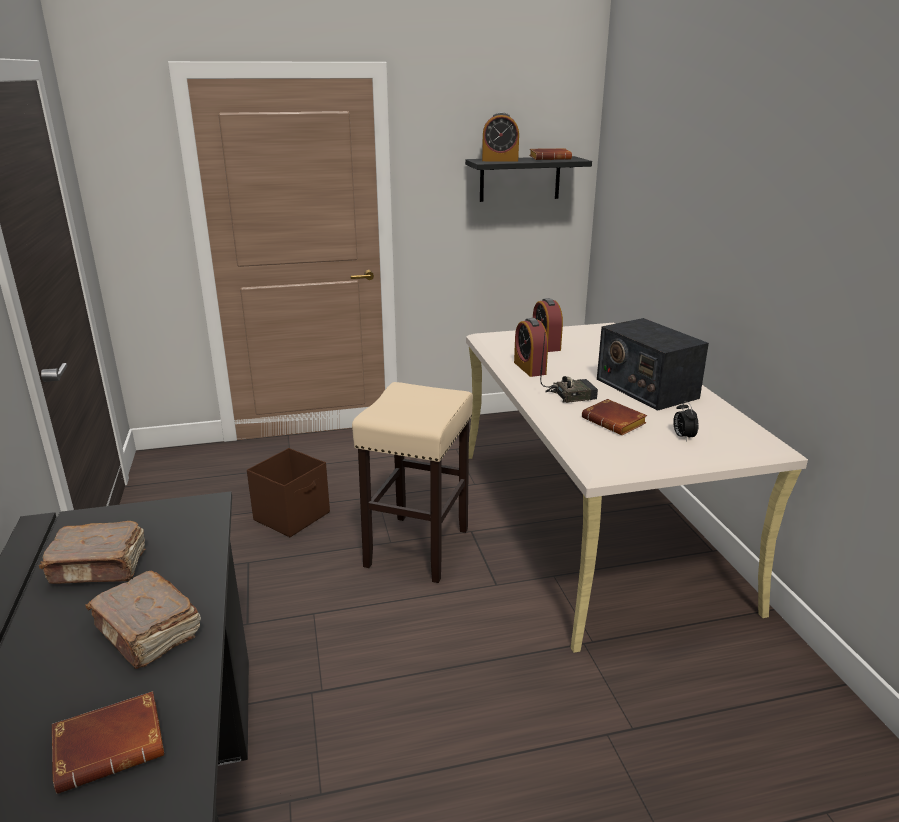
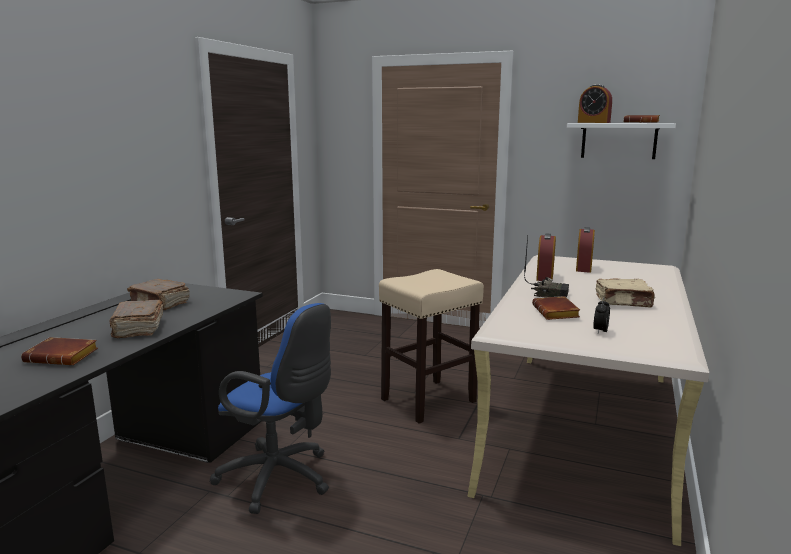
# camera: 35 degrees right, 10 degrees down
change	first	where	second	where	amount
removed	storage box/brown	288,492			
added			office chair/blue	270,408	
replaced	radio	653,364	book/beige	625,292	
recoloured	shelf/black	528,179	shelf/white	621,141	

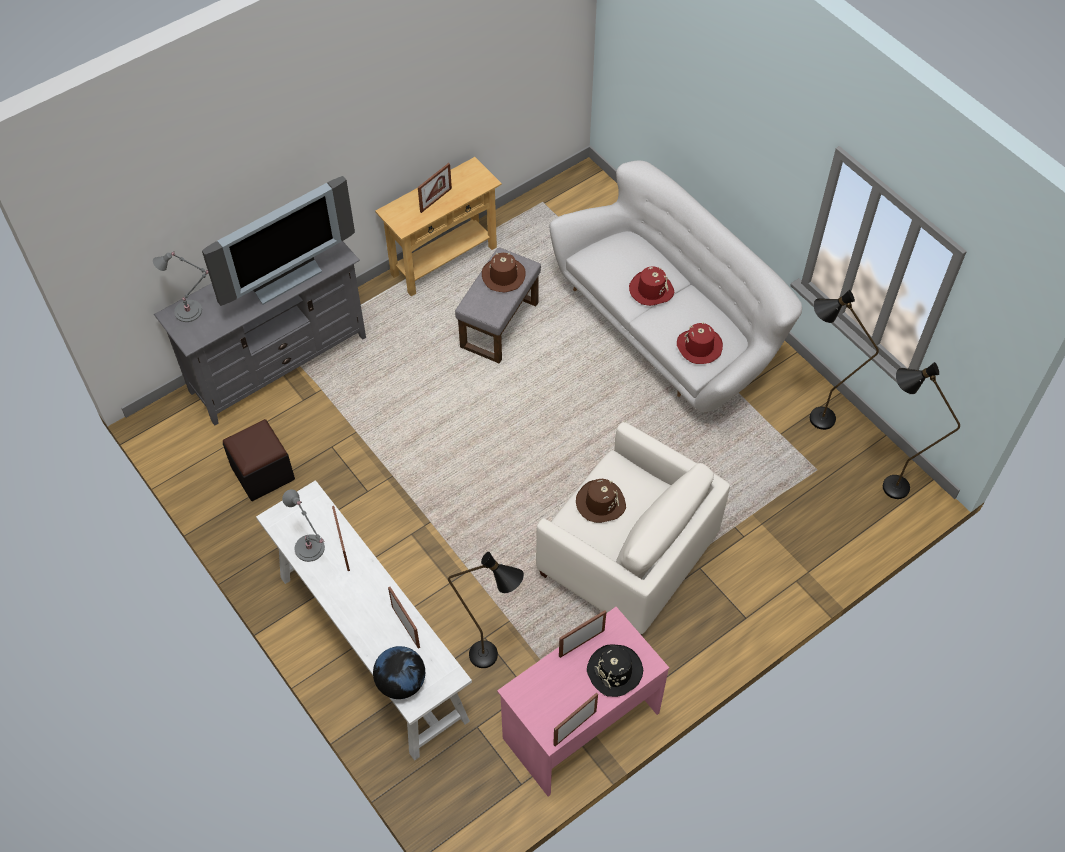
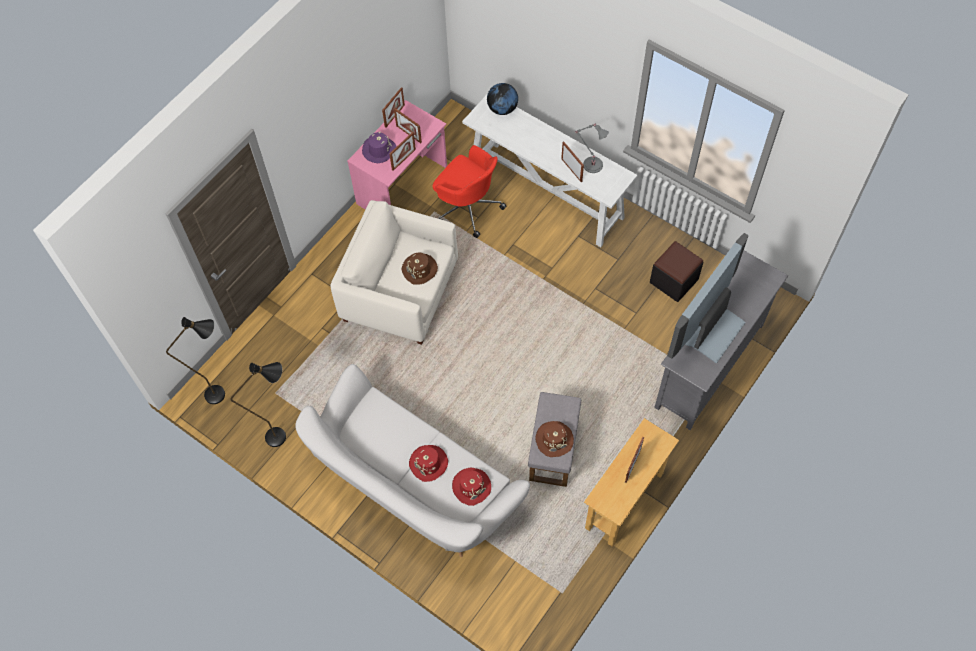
# camera: 165 degrees right, 5 degrees up
change	first	where	second	where	amount
removed	table lamp/grey	180,286			
moved	picture frame	404,618		408,125	
moved	hat/red	700,343		471,486	
replaced	floor lamp/black	486,610	office chair/red	469,191	
recoloured	hat/black	615,670	hat/purple	379,147	

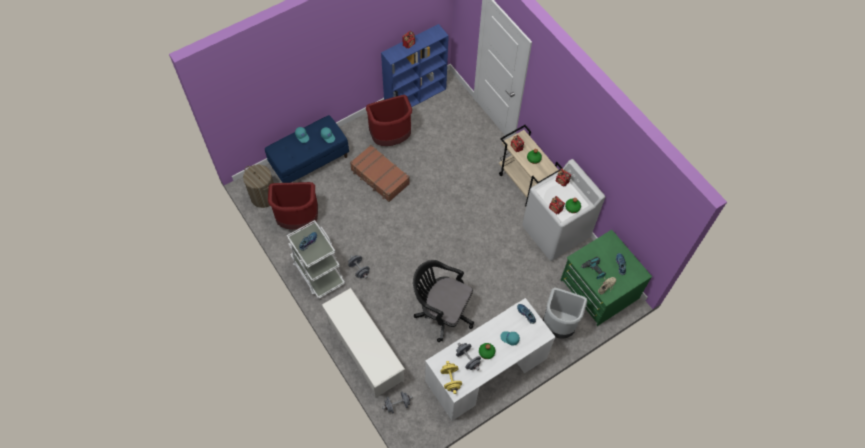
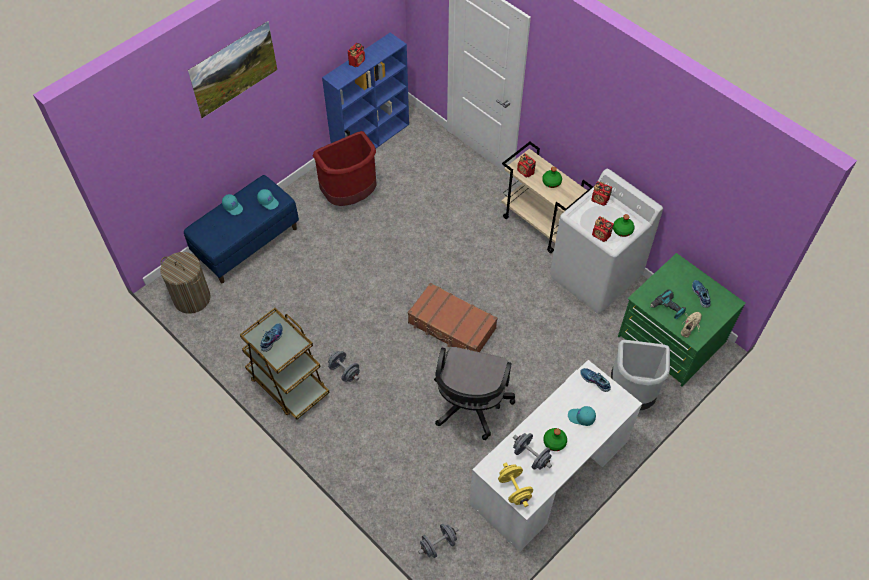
# camera: 10 degrees left, 5 degrees down
change	first	where	second	where	amount
removed	trash can/red	293,206			
removed	shoe rack/white	363,343			
added			picture	232,69	
moved	suitcase/brown	380,173		452,317	
recoloured	cart/white	316,259	cart/brown	285,364	
turned	office chair/black	443,301		474,393	90 degrees counterclockwise

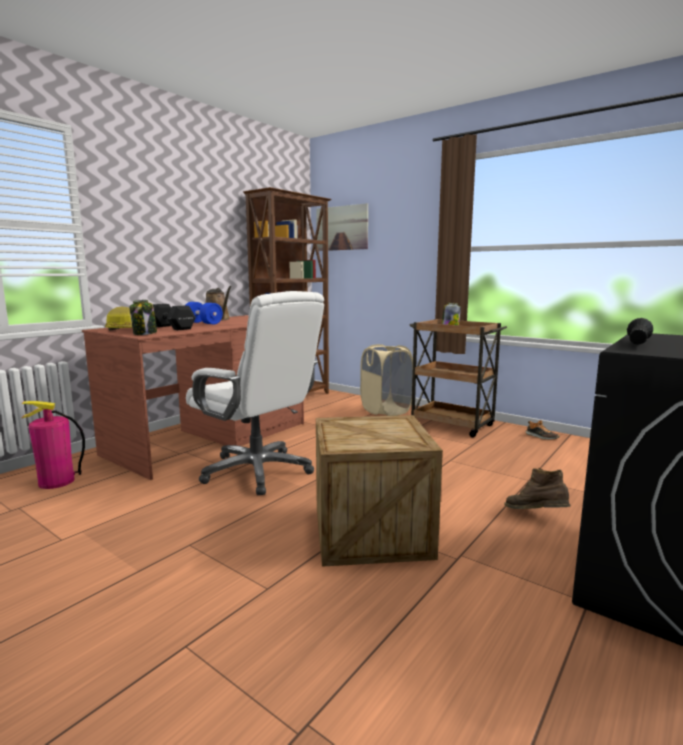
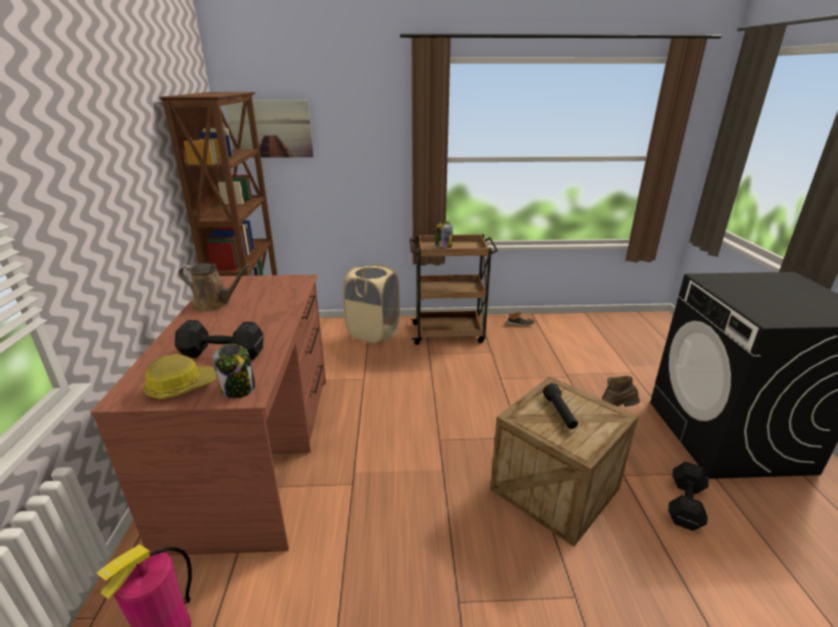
# camera: 40 degrees left, 15 degrees up
change	first	where	second	where	amount
removed	dumbbell/blue	204,313			
removed	office chair/white	255,393			
added			dumbbell/black	688,496	
moved	flashlight/black	640,331		560,406	

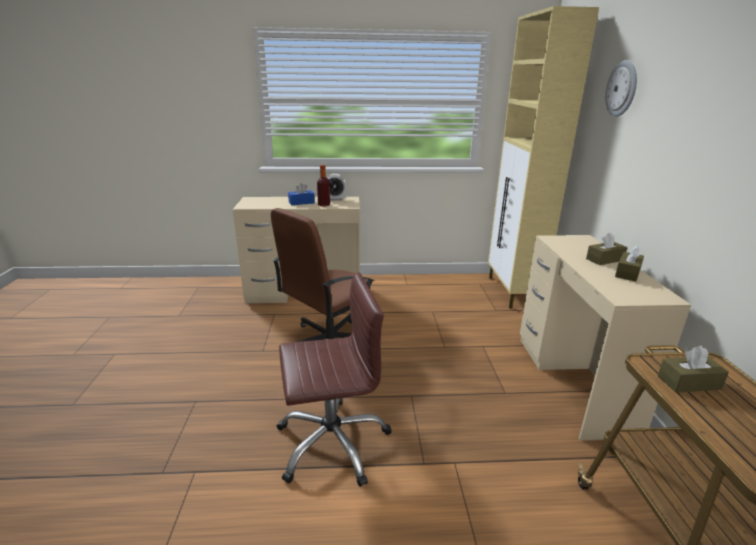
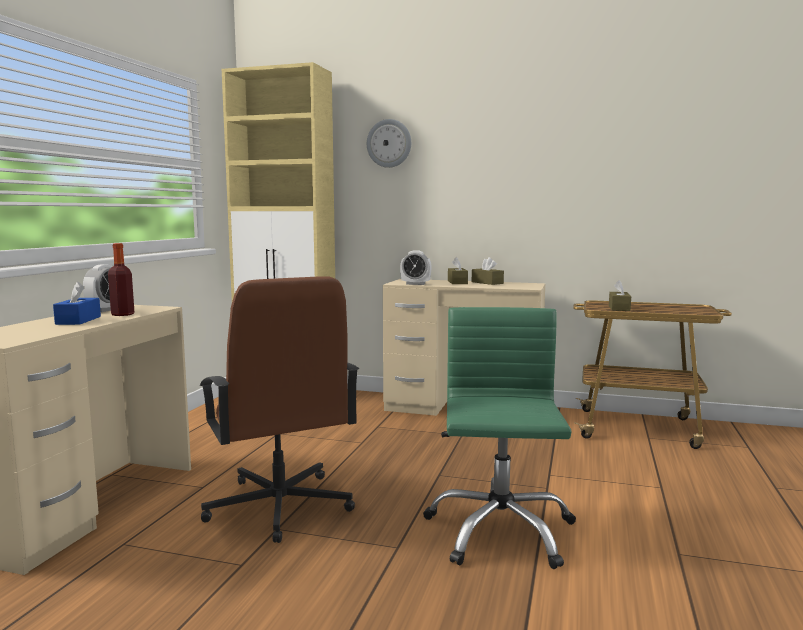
# camera: 70 degrees left, 15 degrees down
change	first	where	second	where	amount
added			alarm clock	416,267	
recoloured	office chair/brown	334,379	office chair/green	499,438	

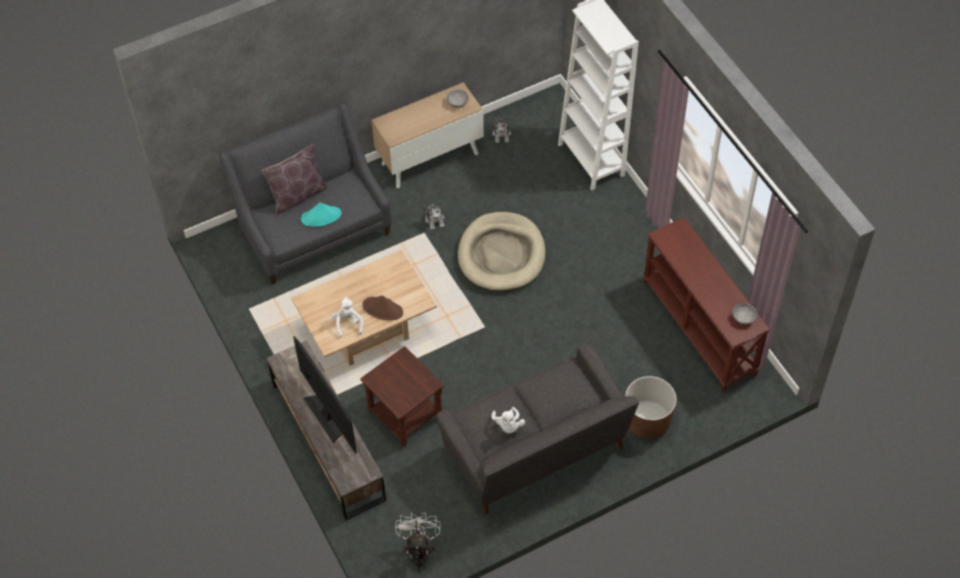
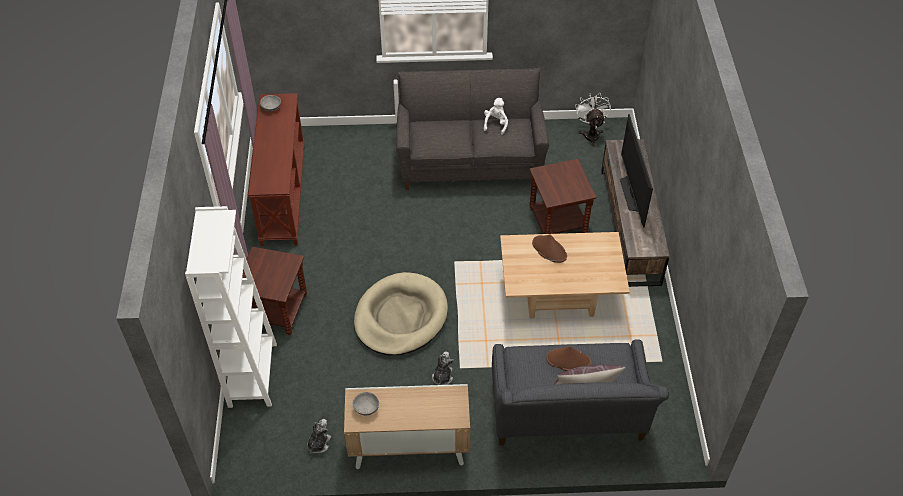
# camera: 155 degrees left, 5 degrees down
change	first	where	second	where	amount
removed	plush toy/white	347,317			
removed	planter/brown	651,407			
added			side table/brown	274,291	
recoloured	hat/turquoise	321,214	hat/brown	568,358	
turned	fan/white	417,542		593,120	150 degrees clockwise

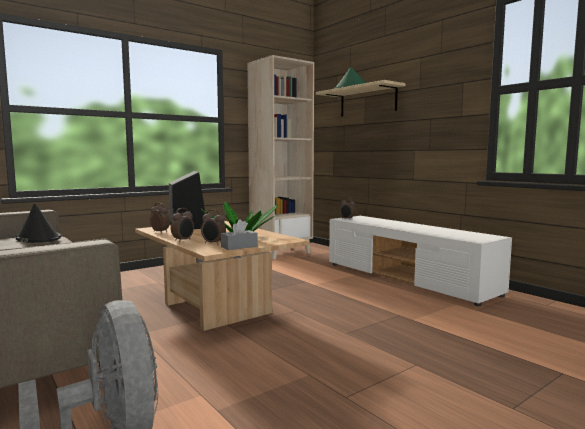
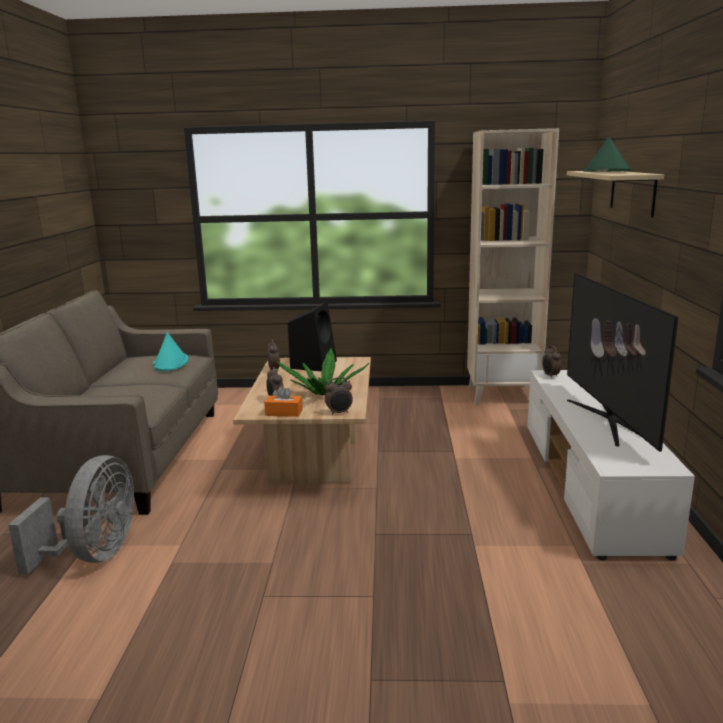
# camera: 40 degrees right, 10 degrees up
change	first	where	second	where	amount
added			television	622,362	
moved	alarm clock	182,225		339,396	
recoloured	hat/black	38,223	hat/turquoise	170,351	
recoloured	tissue box/grey	239,234	tissue box/orange	283,401	

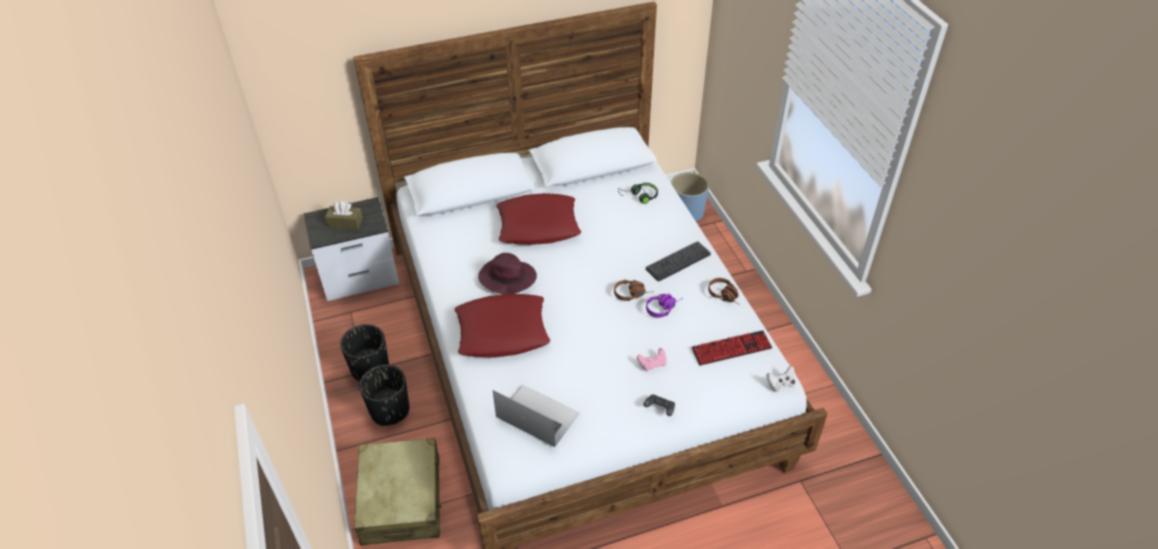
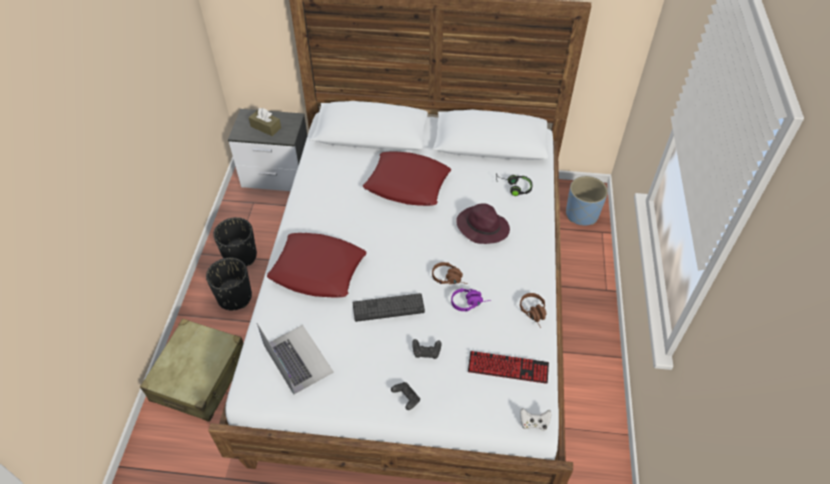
# camera: 25 degrees right, 5 degrees up
change	first	where	second	where	amount
moved	hat/purple	507,274		483,223	
moved	keyboard	678,261		389,307	
recoloured	game controller/pink	652,359	game controller/black	426,349	

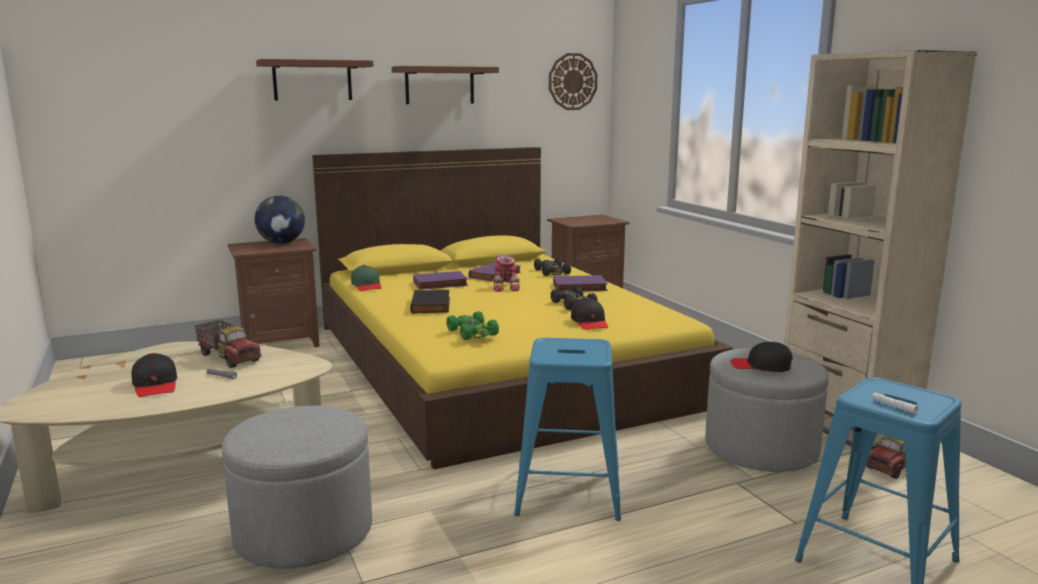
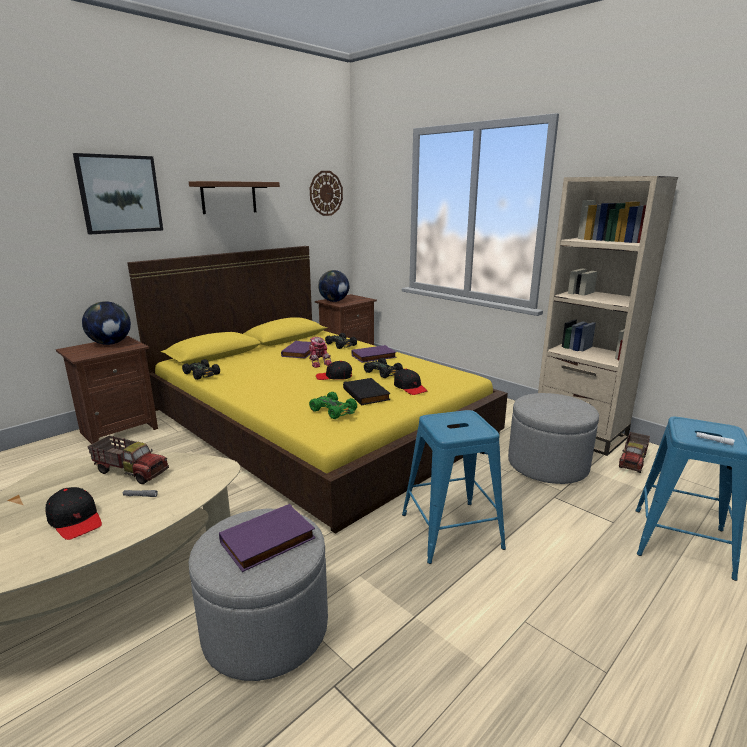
# camera: 20 degrees left, 5 degrees up
change	first	where	second	where	amount
added			globe	333,286	
moved	book/black	430,301		367,392	
moved	book/purple	440,280		267,538	
moved	cap/black	762,357		334,370	
replaced	shelf/brown	314,79	picture	118,193	
replaced	cap/green	366,278	toy car/black	201,369	

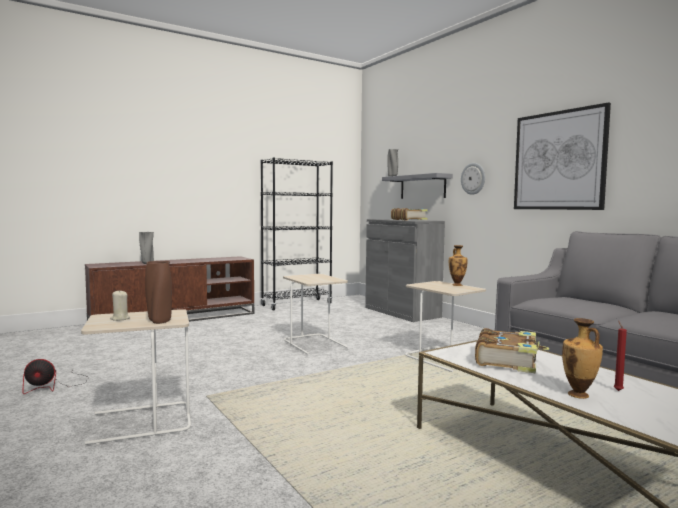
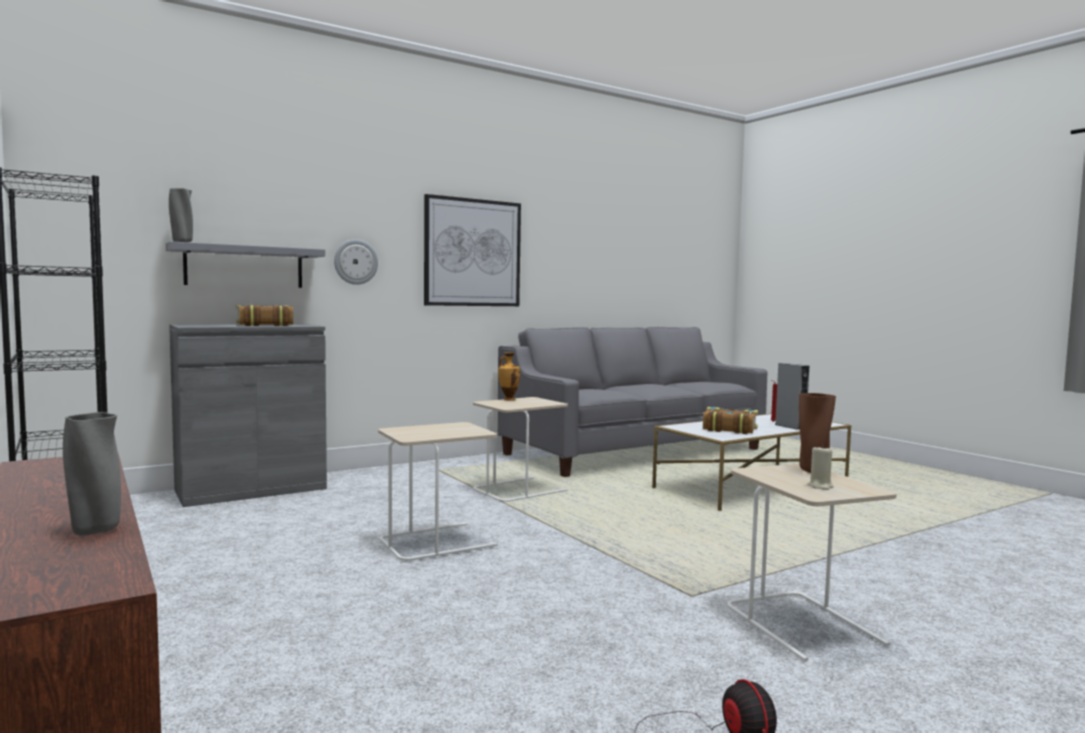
# camera: 90 degrees left, 0 degrees up
change	first	where	second	where	amount
replaced	vase	582,358	speaker/grey	792,396	

